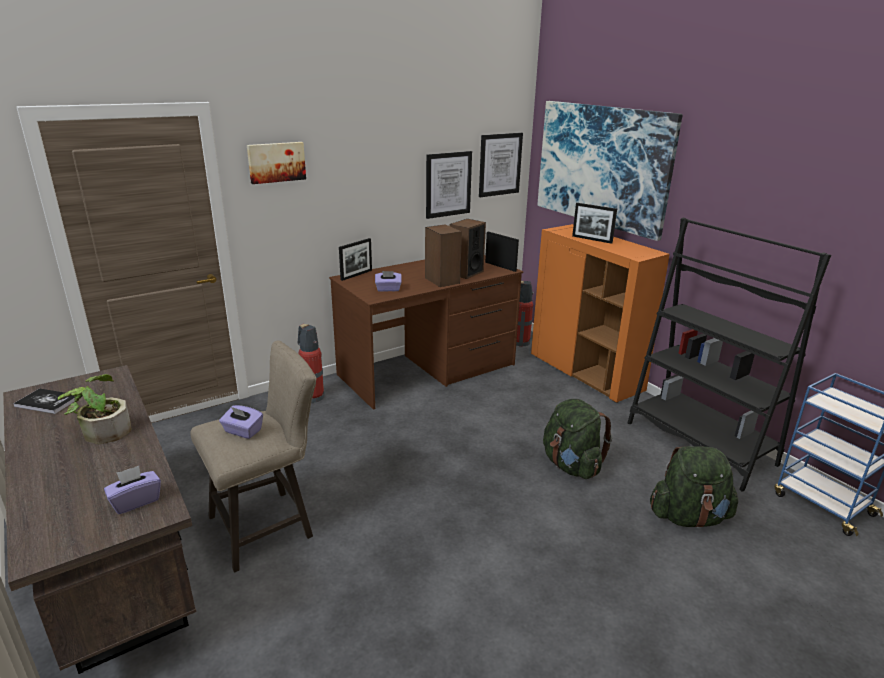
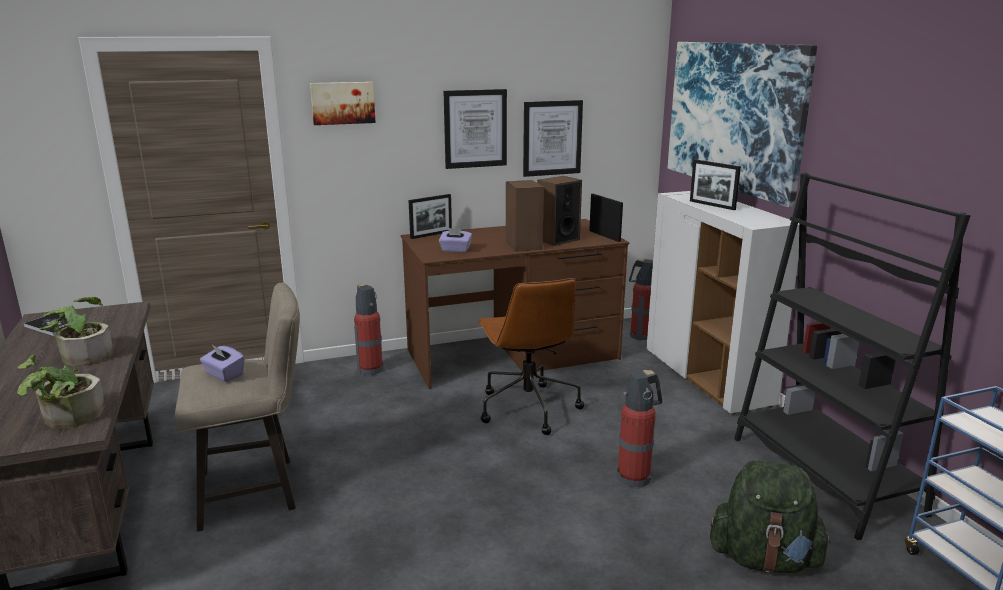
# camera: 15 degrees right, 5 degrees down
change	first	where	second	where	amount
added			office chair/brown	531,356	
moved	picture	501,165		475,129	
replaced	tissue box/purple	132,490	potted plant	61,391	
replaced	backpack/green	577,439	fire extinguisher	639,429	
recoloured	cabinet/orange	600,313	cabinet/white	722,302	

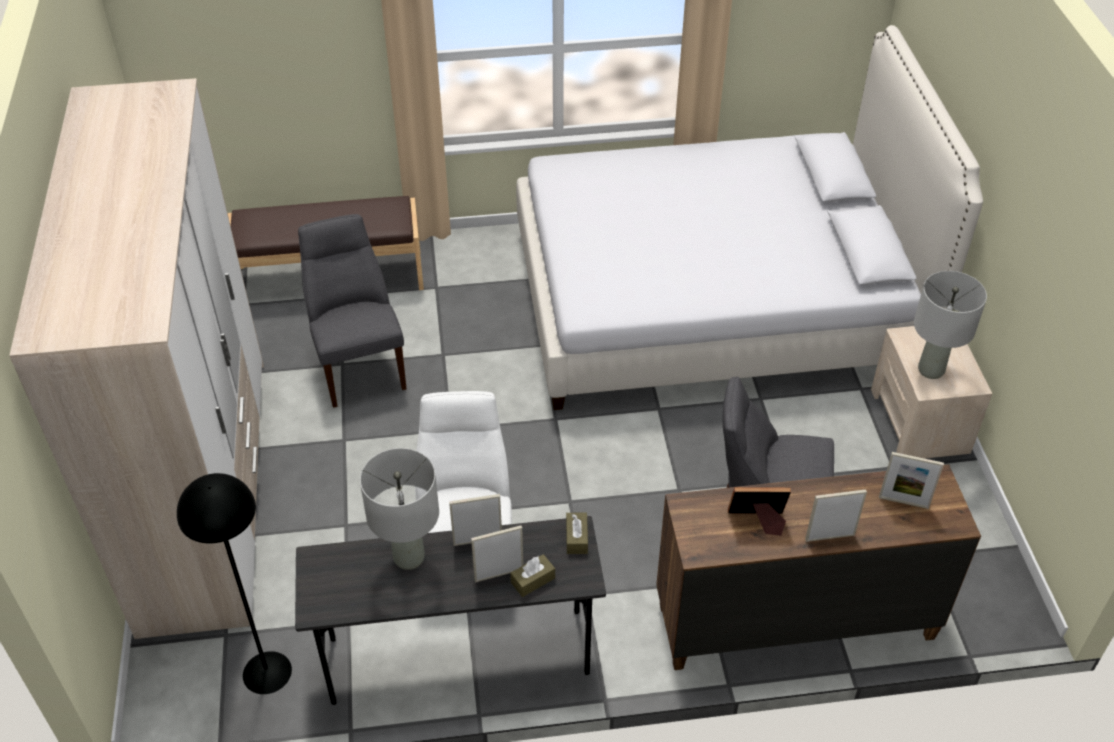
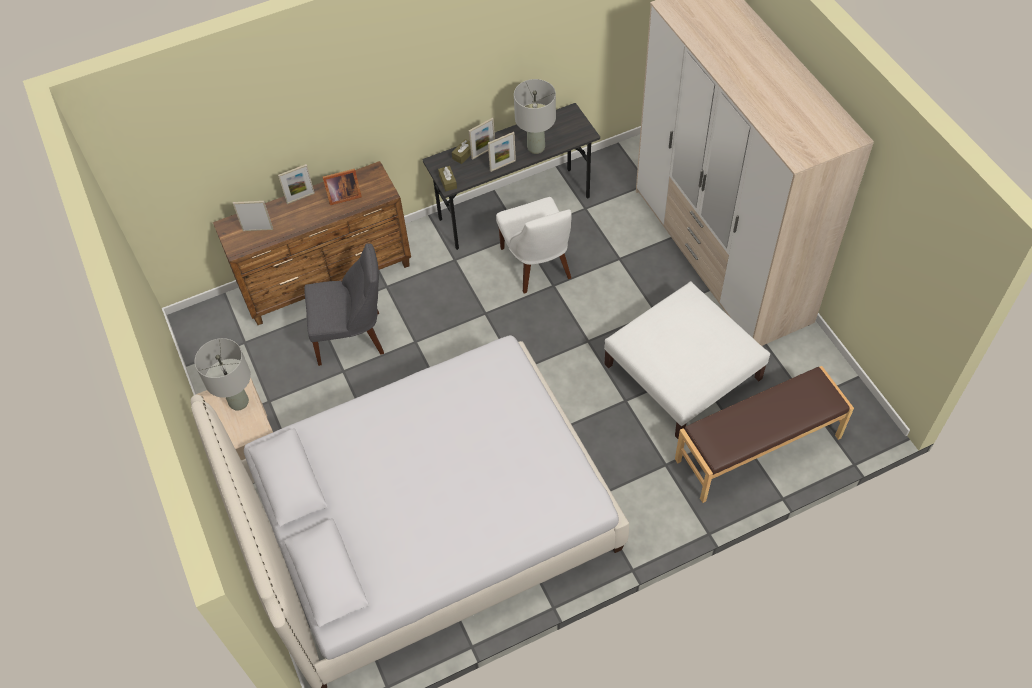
# camera: 165 degrees right, 10 degrees up
change	first	where	second	where	amount
removed	floor lamp/black	234,583			
replaced	chair/grey	352,311	ottoman/white	687,360	

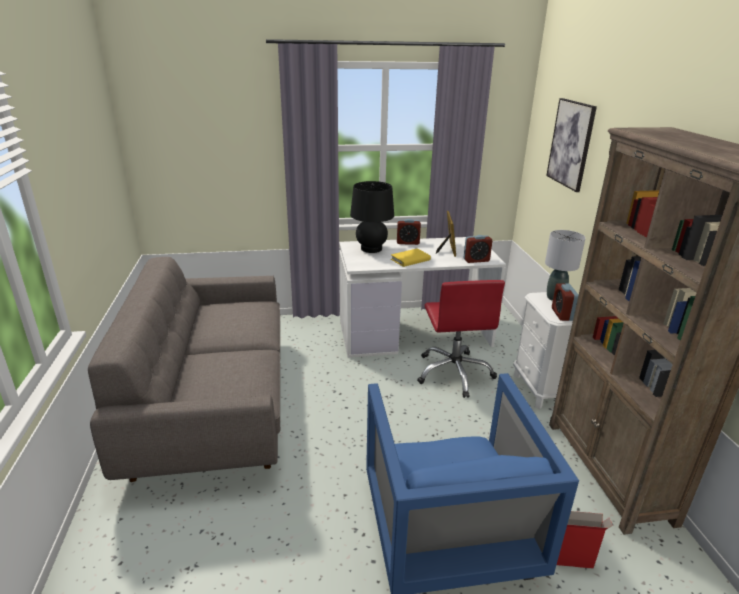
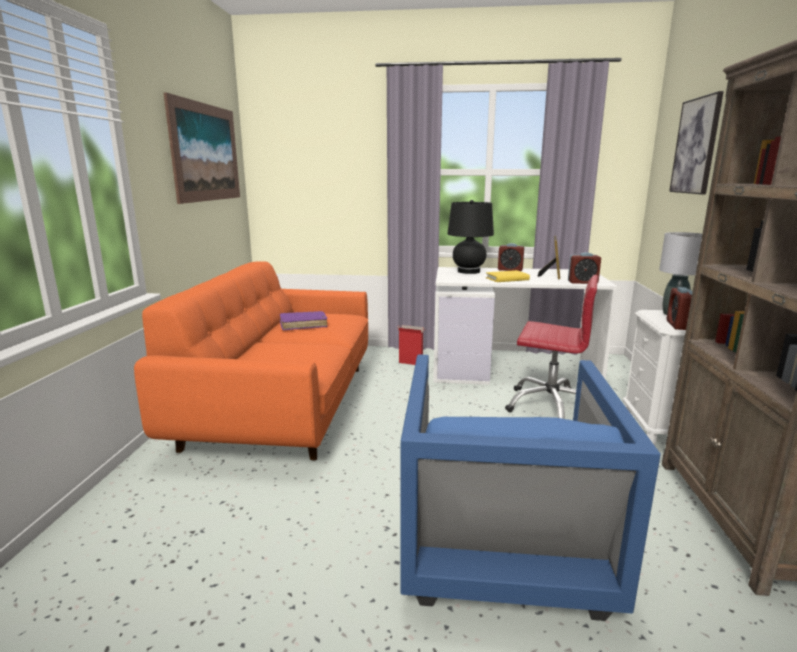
# camera: 15 degrees right, 10 degrees down
change	first	where	second	where	amount
added			picture	201,148	
added			book/purple	303,321	
moved	cardboard box	585,540		410,345	
recoloured	sofa/grey	184,369	sofa/orange	251,361	
turned	office chair/red	461,339		551,347	75 degrees counterclockwise

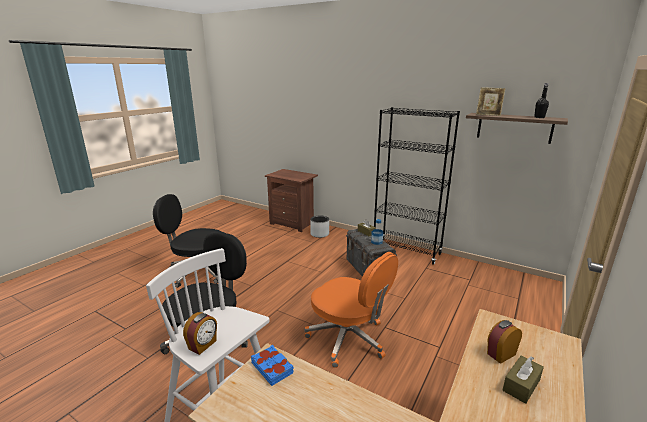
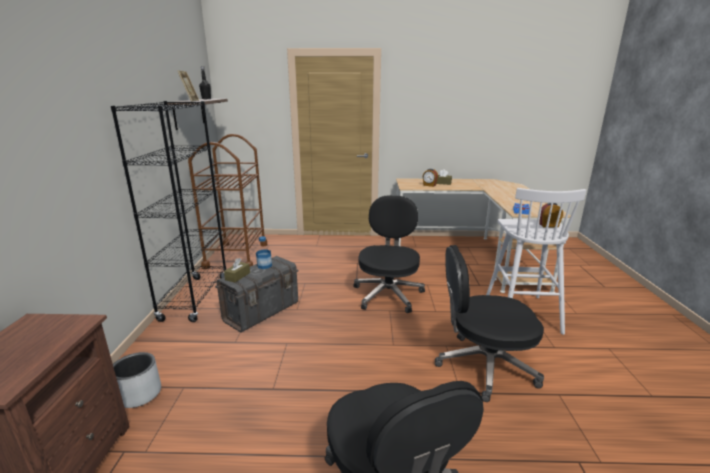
# camera: 120 degrees left, 0 degrees up
change	first	where	second	where	amount
added			cart/brown	227,201	
recoloured	office chair/orange	351,310	office chair/black	389,254	

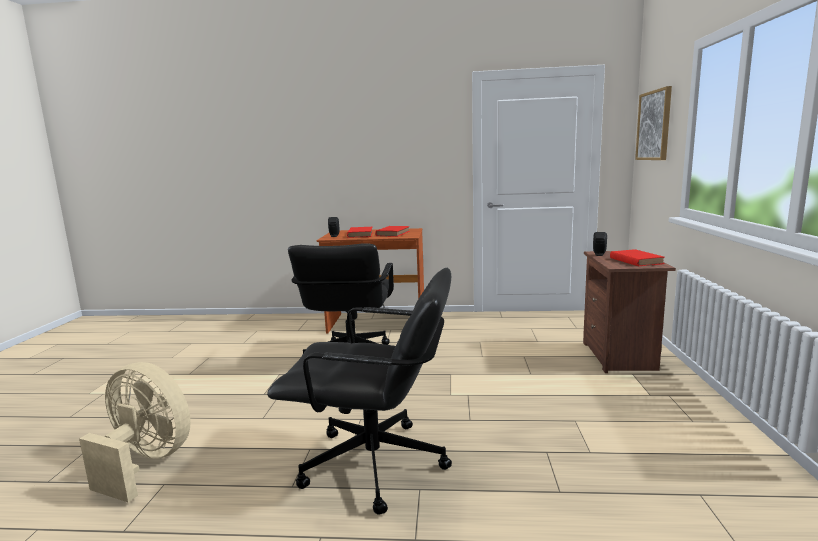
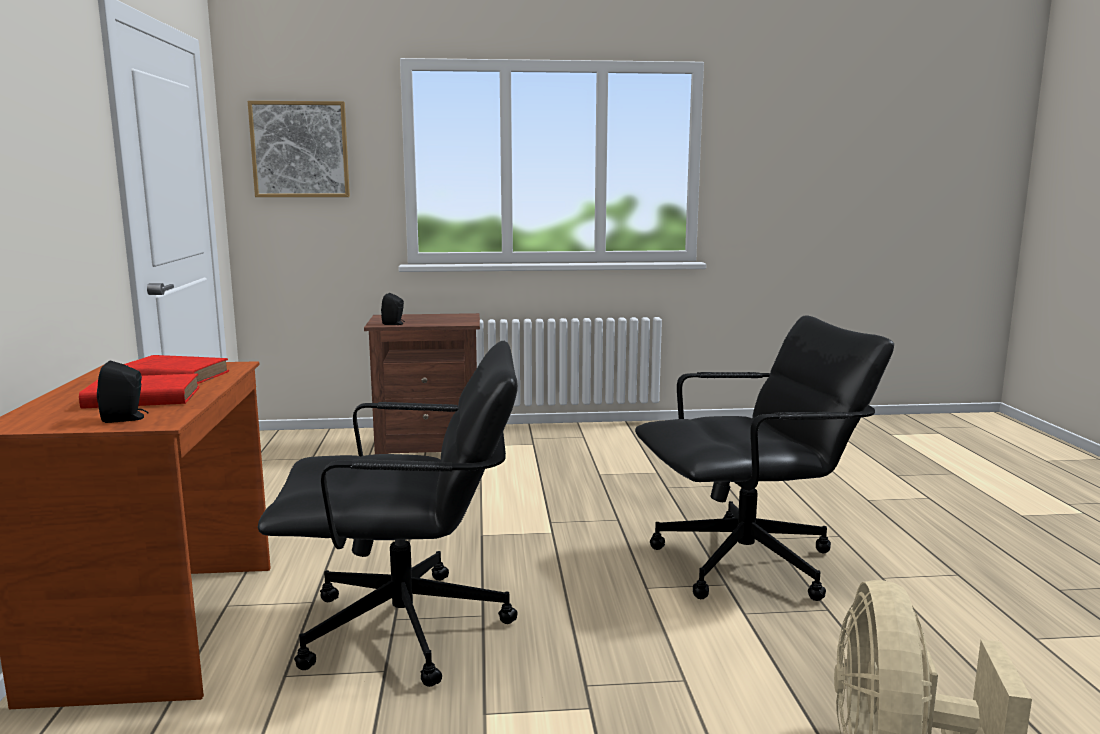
# camera: 100 degrees left, 0 degrees up
change	first	where	second	where	amount
removed	book/red	637,257			
turned	office chair/black	359,391		764,458	75 degrees clockwise

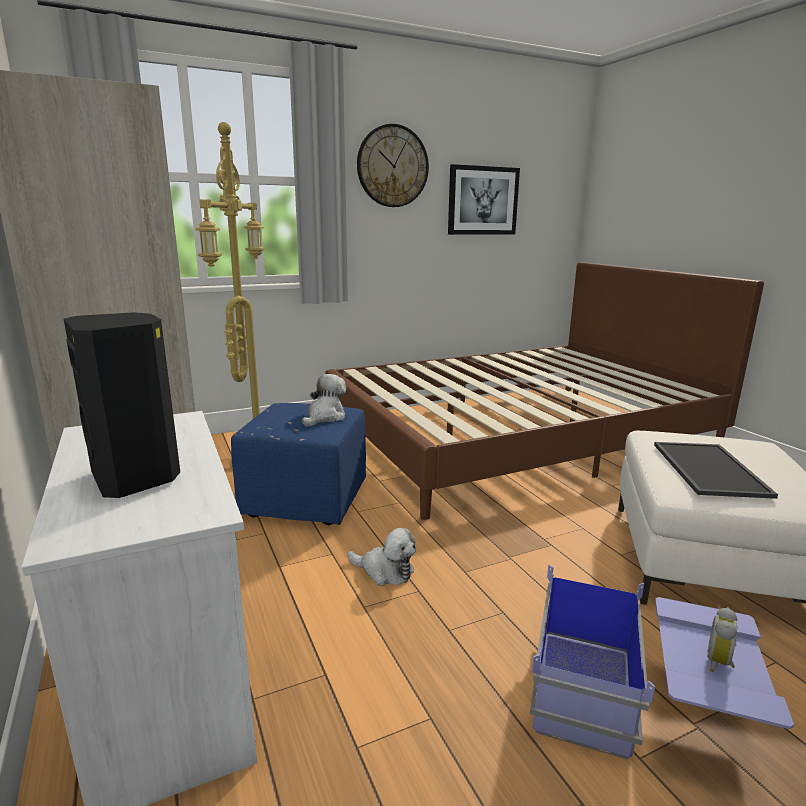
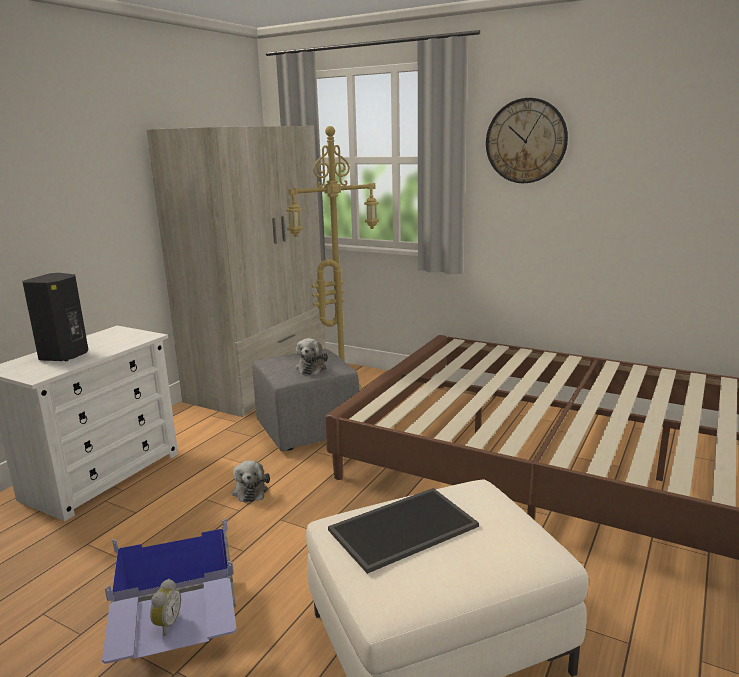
# camera: 55 degrees right, 0 degrees up
change	first	where	second	where	amount
removed	picture	484,199			
recoloured	ottoman/blue	298,464	ottoman/grey	305,400	
turned	plush toy	324,400		311,356	105 degrees clockwise
turned	alarm clock	722,639		165,607	105 degrees clockwise

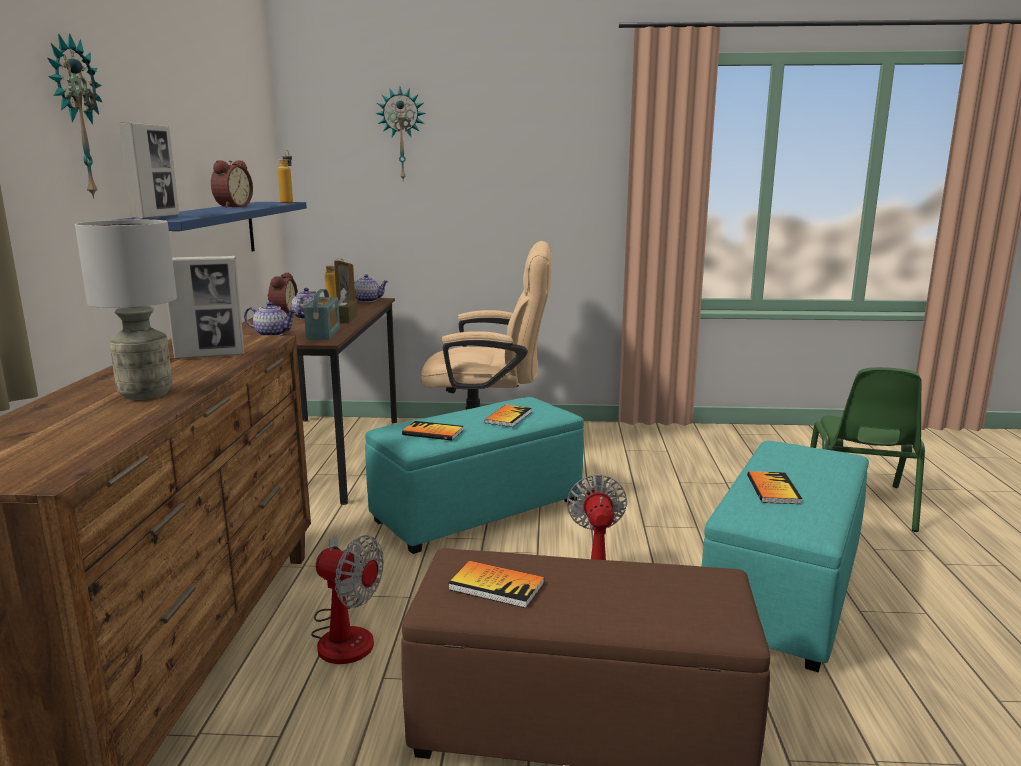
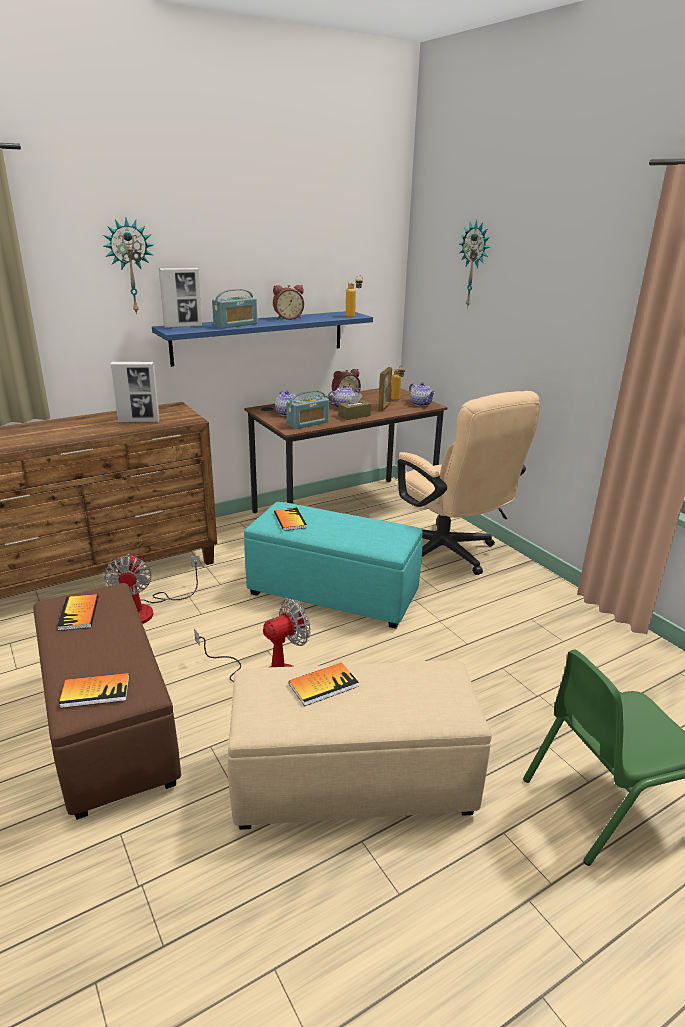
# camera: 55 degrees right, 10 degrees up
change	first	where	second	where	amount
removed	table lamp/grey	126,310			
added			radio	234,308	
moved	book	508,416		94,690	
recoloured	ottoman/turquoise	785,556	ottoman/beige	360,745	
turned	picture frame	205,307		135,392	45 degrees counterclockwise

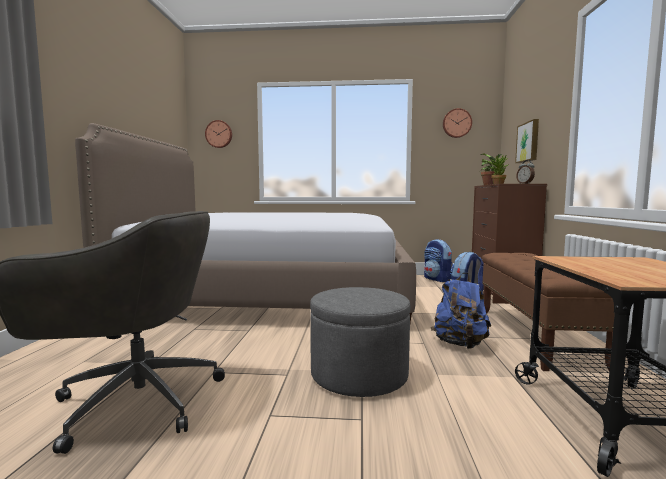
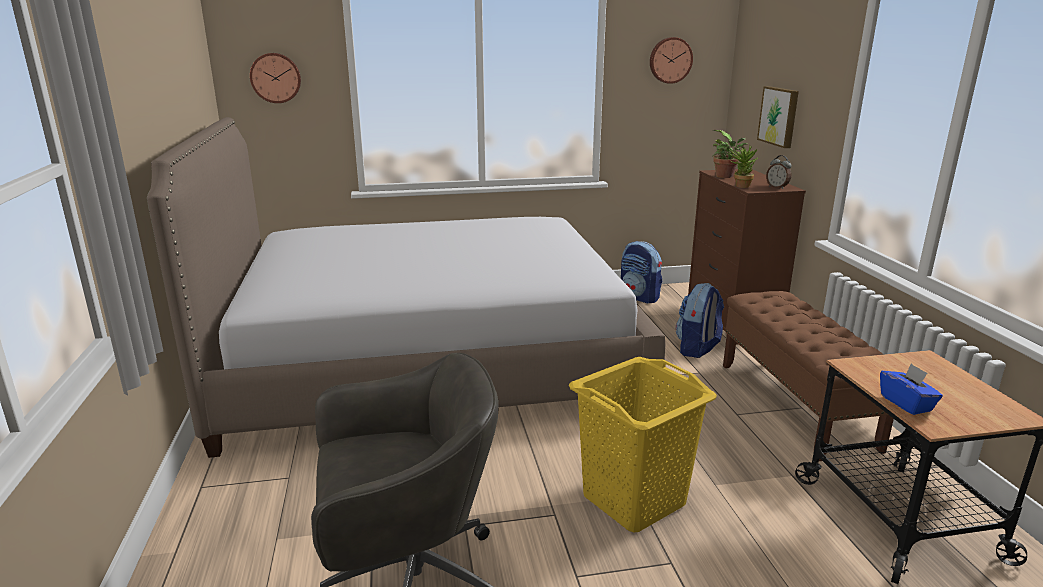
# camera: 15 degrees left, 15 degrees up
change	first	where	second	where	amount
removed	backpack/blue	461,310			
added			tissue box/blue	911,389	
replaced	ottoman/grey	360,342	laundry basket/yellow	643,444	

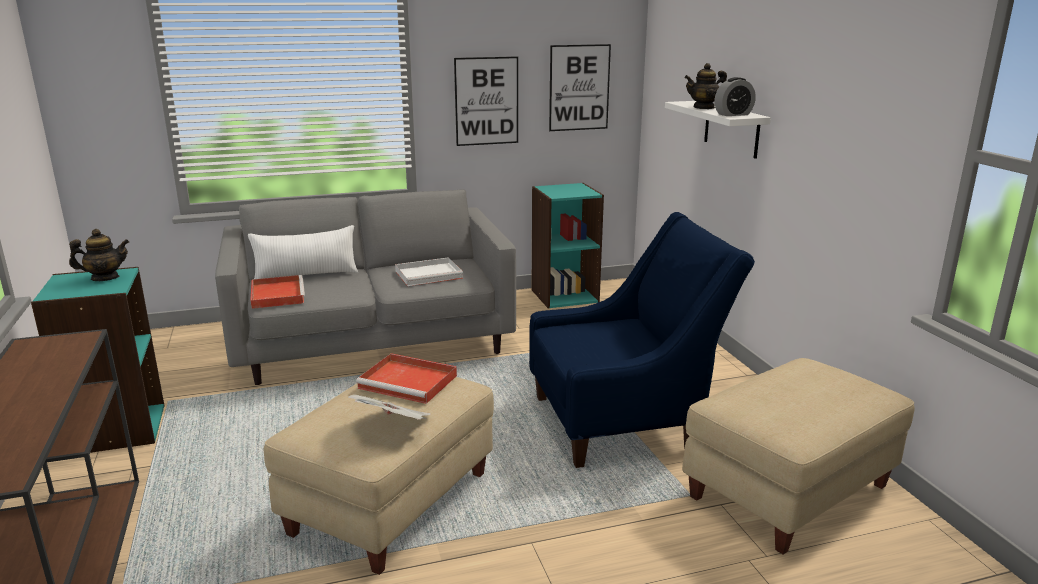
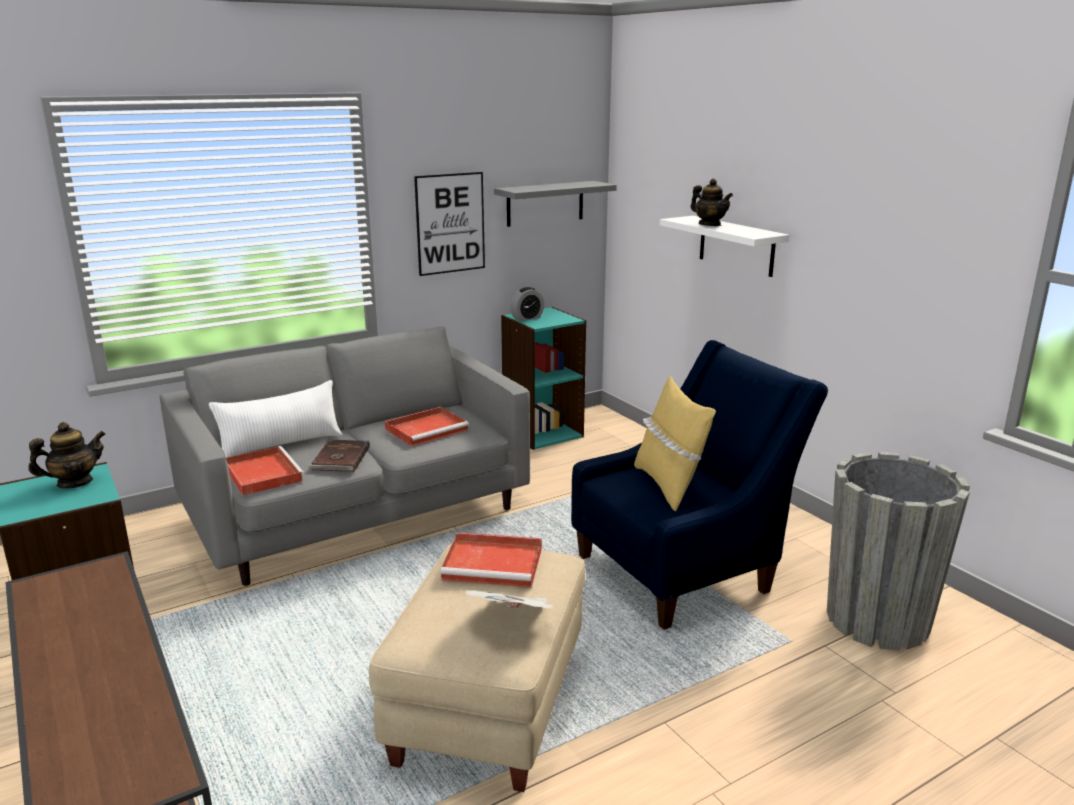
# camera: 15 degrees left, 0 degrees up
change	first	where	second	where	amount
added			book/brown	339,456	
added			pillow/yellow	675,443	
moved	alarm clock	735,96		527,304	
replaced	picture	580,87	shelf/grey	555,204	
replaced	ottoman/beige	798,456	planter/grey	898,551	
recoloured	tray/white	429,271	tray/red	427,426	
turned	teapot	705,86		712,202	105 degrees counterclockwise

